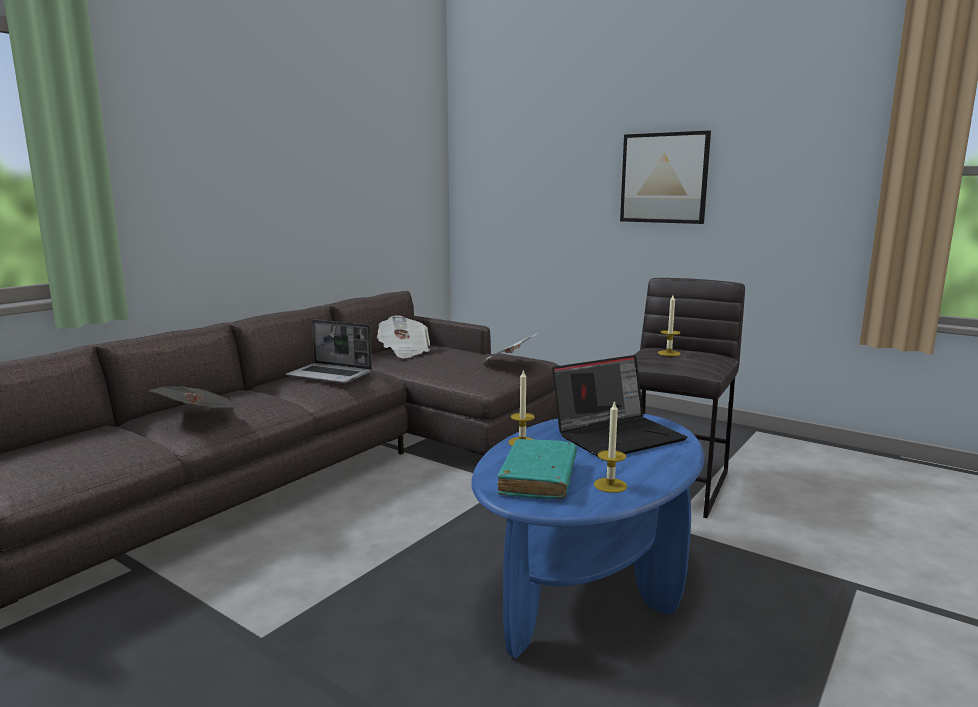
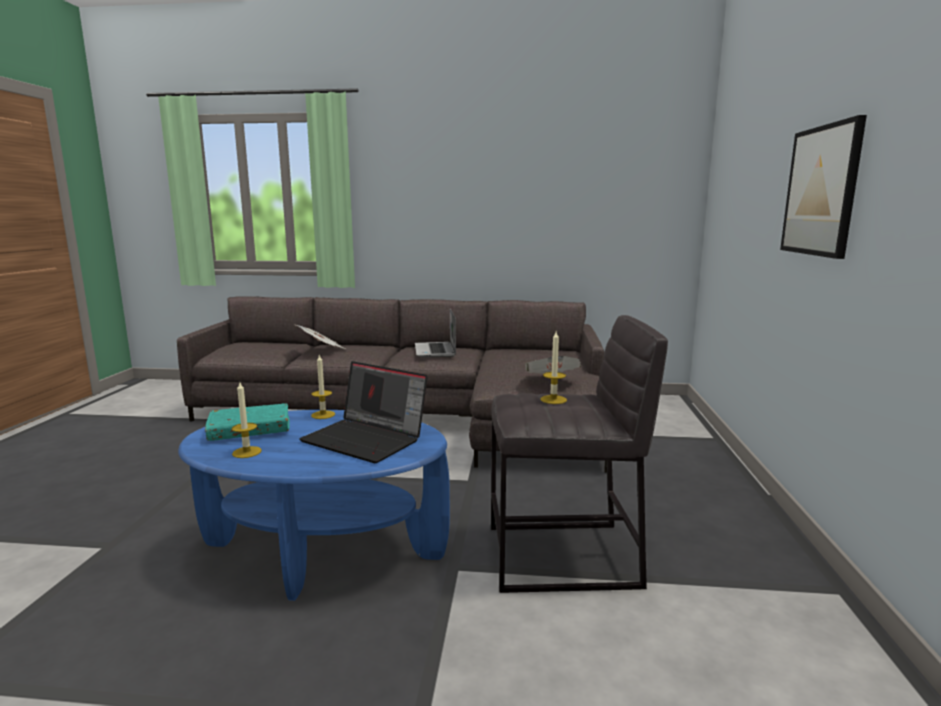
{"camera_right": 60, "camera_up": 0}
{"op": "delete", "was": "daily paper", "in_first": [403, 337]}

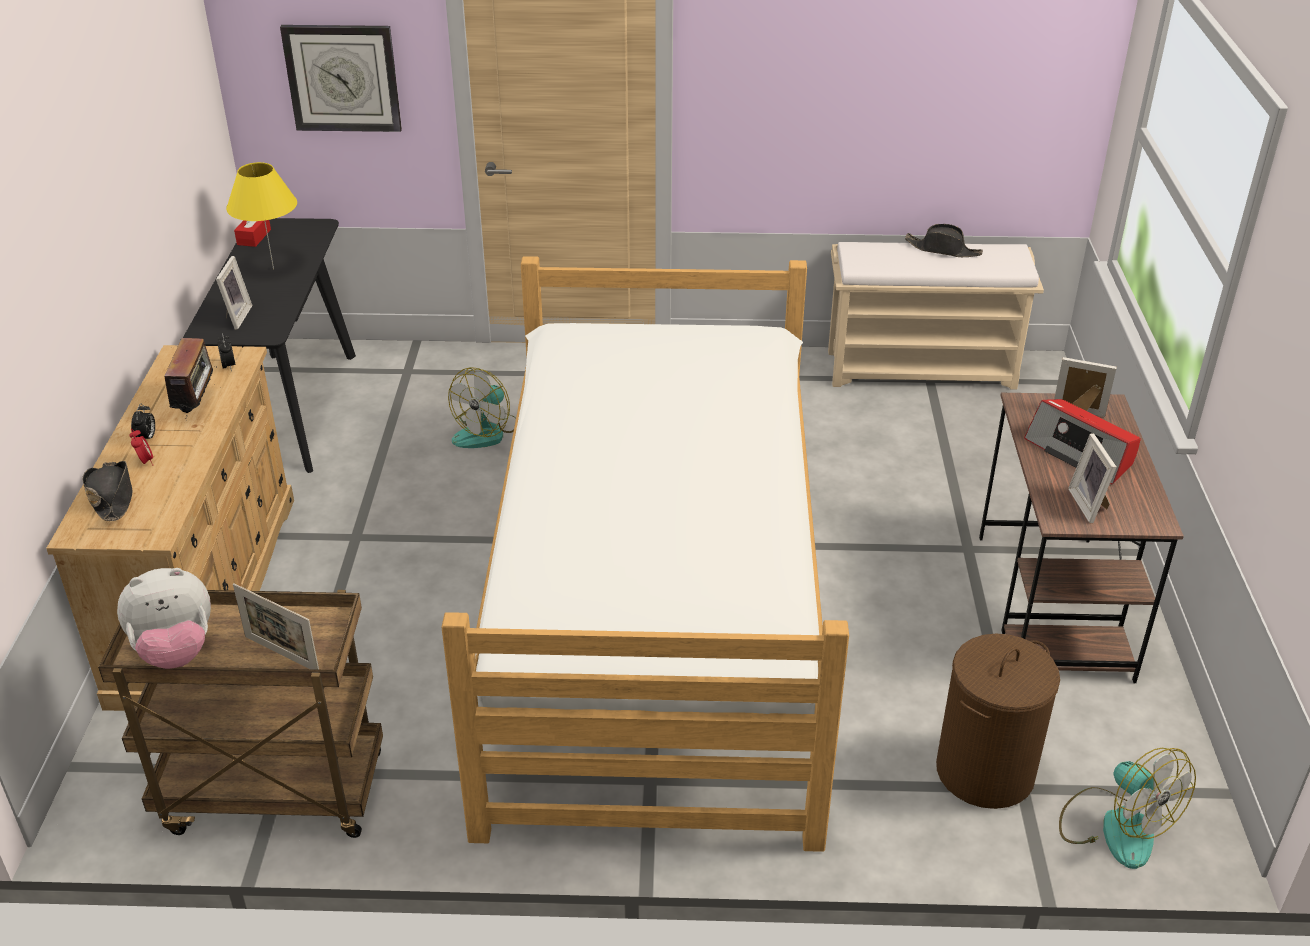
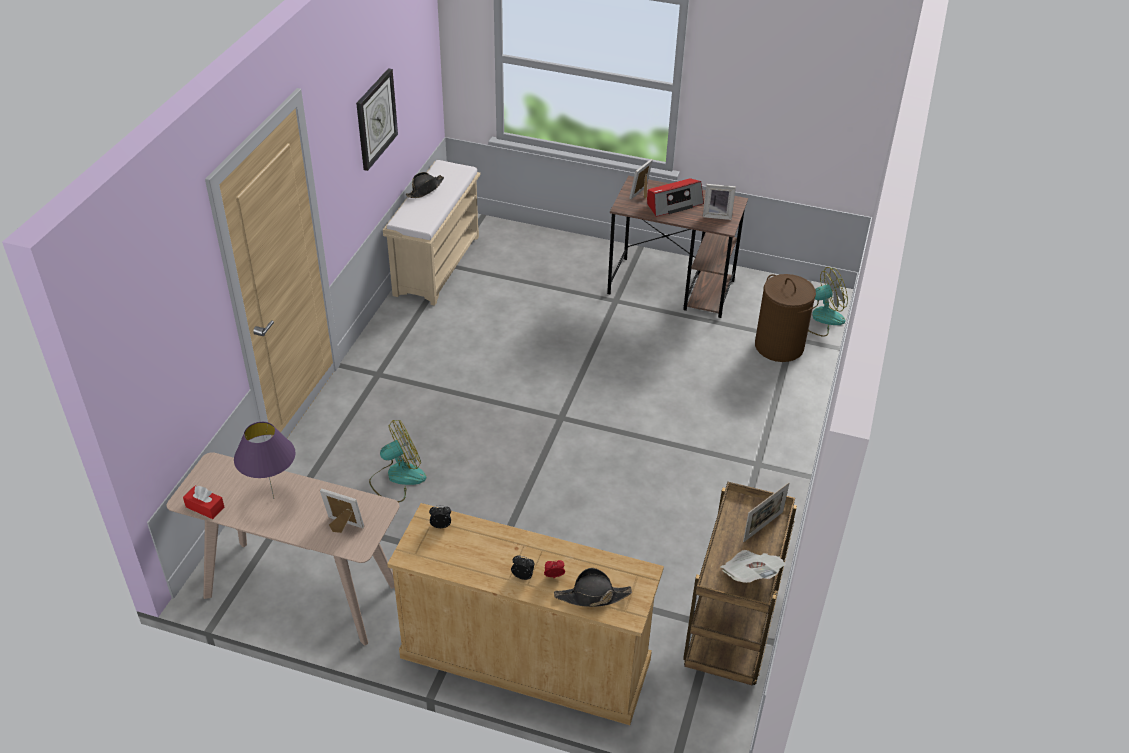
{"camera_right": -75, "camera_up": 5}
{"op": "move", "was": "hanging clock", "in_first": [341, 78], "in_second": [377, 119]}
{"op": "recolor", "was": "yellowish lamp for a table", "now": "purple-coloured lamp for a table", "in_first": [261, 216], "in_second": [265, 460]}
{"op": "recolor", "was": "blackish narrow table", "now": "beige-coloured narrow table", "in_first": [269, 345], "in_second": [283, 549]}
{"op": "delete", "was": "bedroom bed", "in_first": [645, 554]}
{"op": "delete", "was": "radio receiver", "in_first": [190, 379]}
{"op": "rotate", "was": "fan", "in_first": [482, 407], "in_second": [397, 461], "clockwise": -75}
{"op": "replace", "was": "cuddly toy", "now": "daily paper", "in_first": [164, 618], "in_second": [753, 566]}

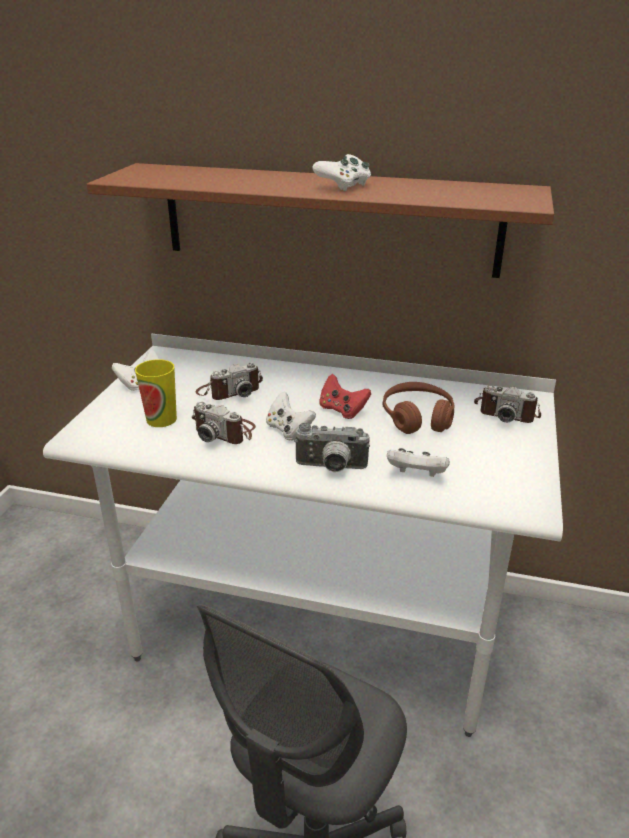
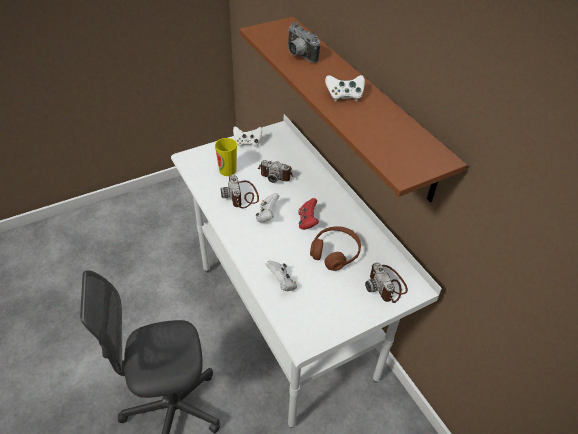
{"camera_right": 45, "camera_up": 15}
{"op": "move", "was": "still camera", "in_first": [332, 447], "in_second": [304, 42]}

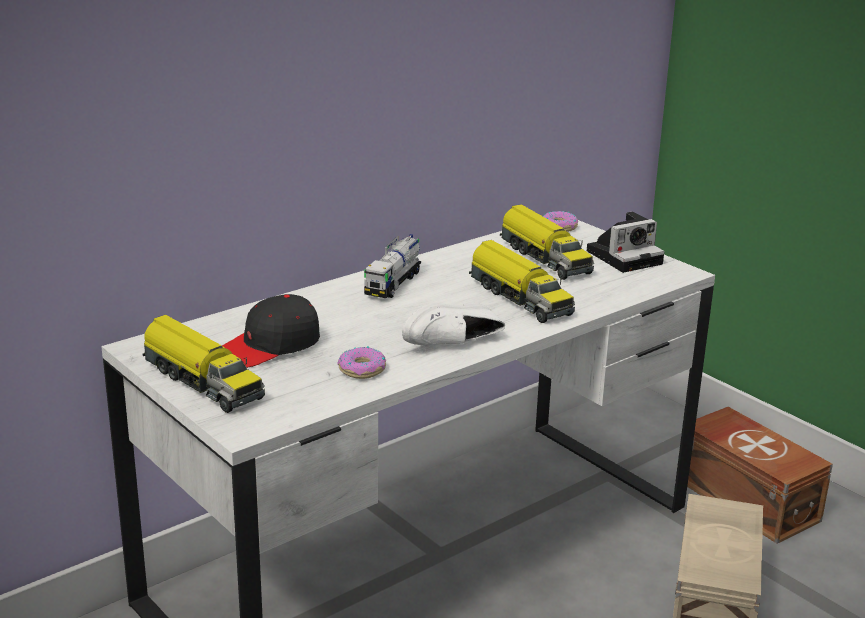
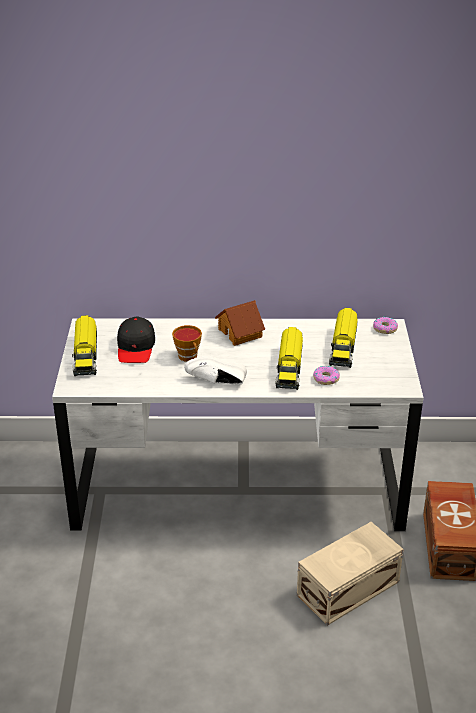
{"camera_right": 40, "camera_up": 10}
{"op": "delete", "was": "still camera", "in_first": [626, 242]}
{"op": "replace", "was": "toy truck", "now": "model house", "in_first": [392, 266], "in_second": [240, 323]}
{"op": "rotate", "was": "blackish baseball cap", "in_first": [271, 331], "in_second": [136, 339], "clockwise": -90}
{"op": "move", "was": "doughnut", "in_first": [361, 362], "in_second": [326, 375]}
{"op": "insert", "now": "cup", "in_second": [187, 343]}

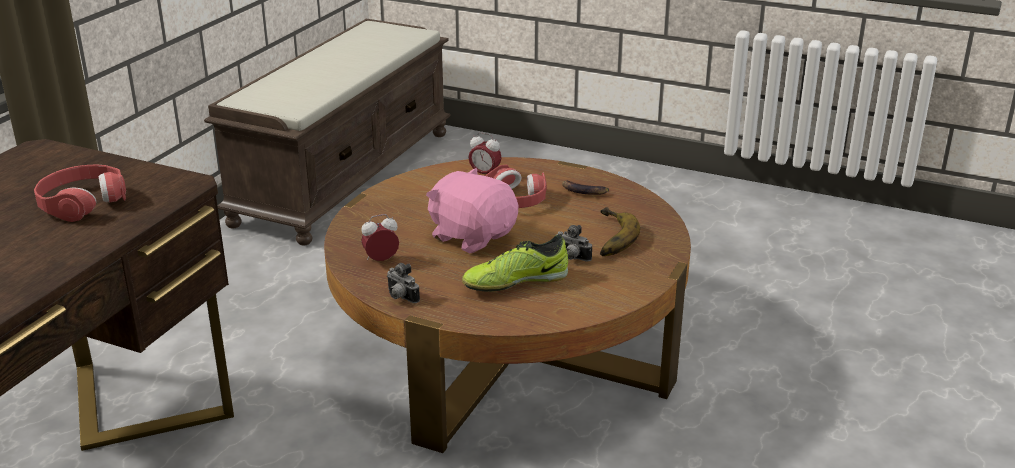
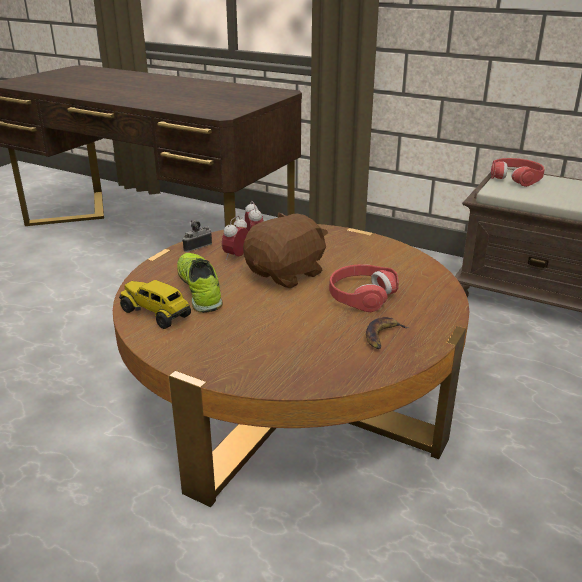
{"camera_right": 95, "camera_up": 0}
{"op": "move", "was": "bedside clock", "in_first": [485, 153], "in_second": [235, 238]}
{"op": "move", "was": "red-coloured pair of headphones", "in_first": [80, 193], "in_second": [518, 172]}
{"op": "recolor", "was": "pinkish cuddly toy", "now": "brown-coloured cuddly toy", "in_first": [472, 210], "in_second": [285, 251]}
{"op": "delete", "was": "whole banana", "in_first": [620, 231]}
{"op": "delete", "was": "still camera", "in_first": [574, 243]}
{"op": "insert", "now": "toy truck", "in_second": [155, 304]}

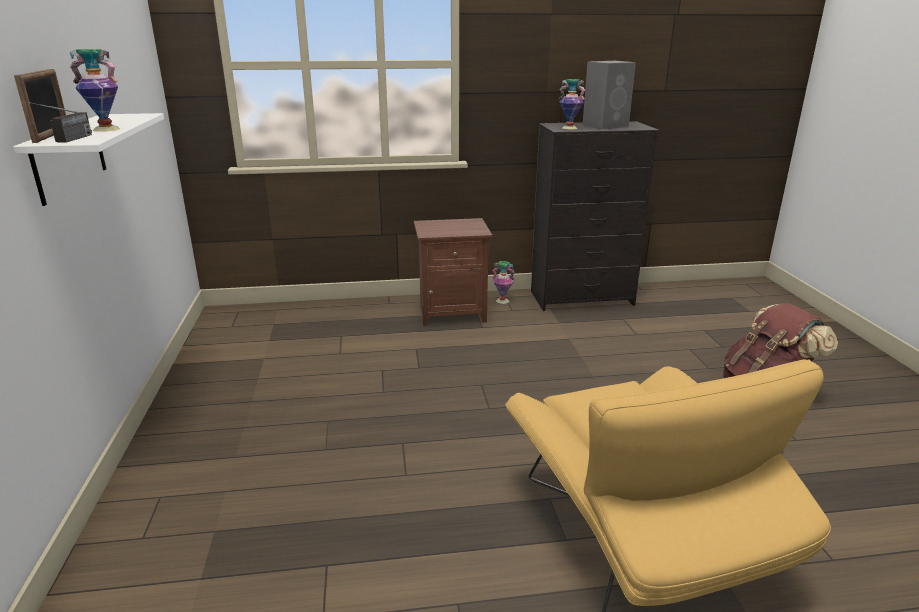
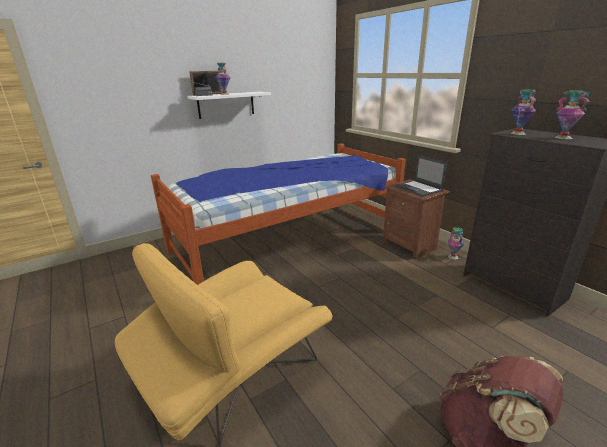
{"camera_right": 65, "camera_up": 0}
{"op": "replace", "was": "greyish loudspeaker", "now": "flower vase", "in_first": [609, 95], "in_second": [571, 115]}
{"op": "insert", "now": "bedroom bed", "in_second": [278, 214]}
{"op": "insert", "now": "notebook computer", "in_second": [421, 176]}

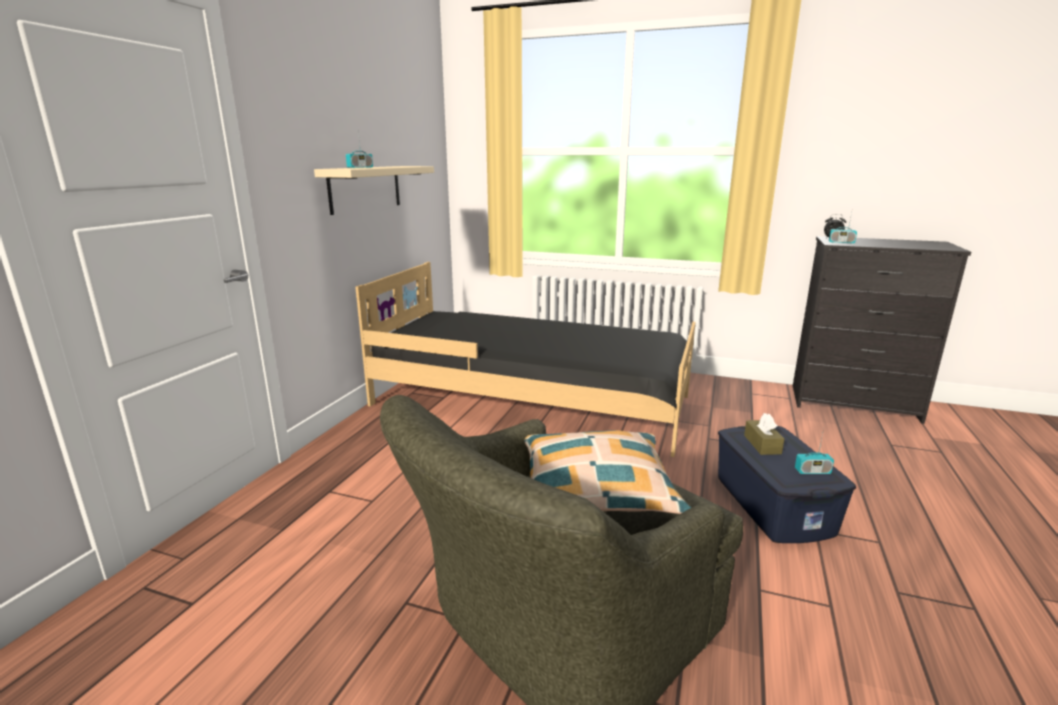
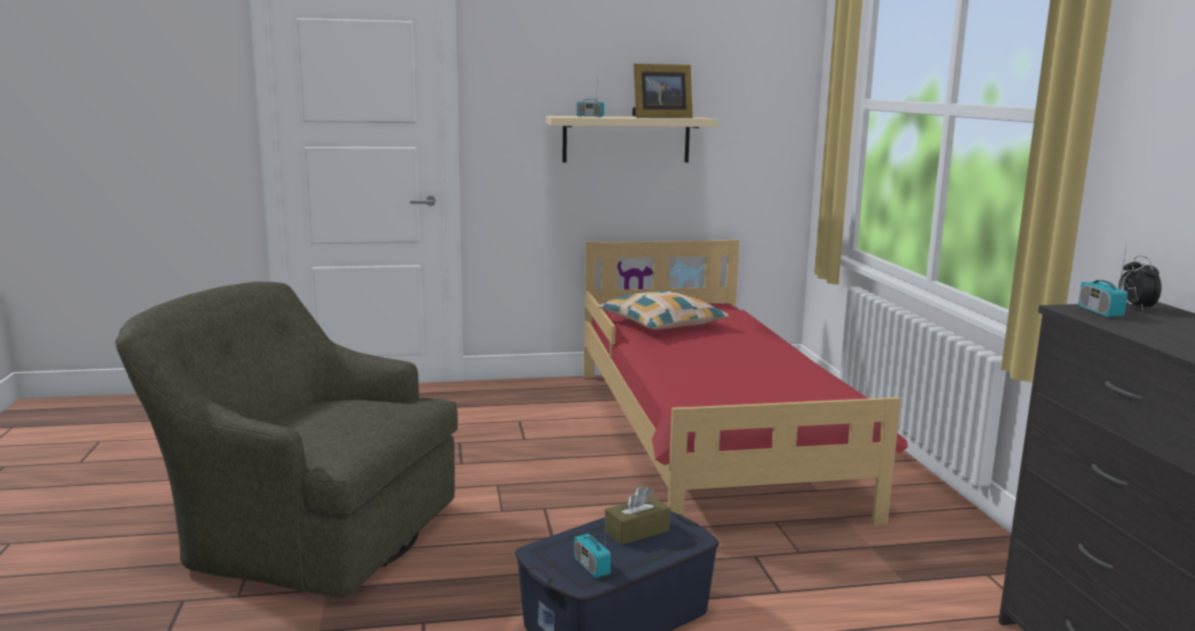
{"camera_right": 60, "camera_up": -5}
{"op": "recolor", "was": "blackish bedroom bed", "now": "red-coloured bedroom bed", "in_first": [525, 359], "in_second": [746, 382]}
{"op": "move", "was": "throw pillow", "in_first": [607, 472], "in_second": [663, 310]}
{"op": "insert", "now": "picture frame", "in_second": [662, 91]}

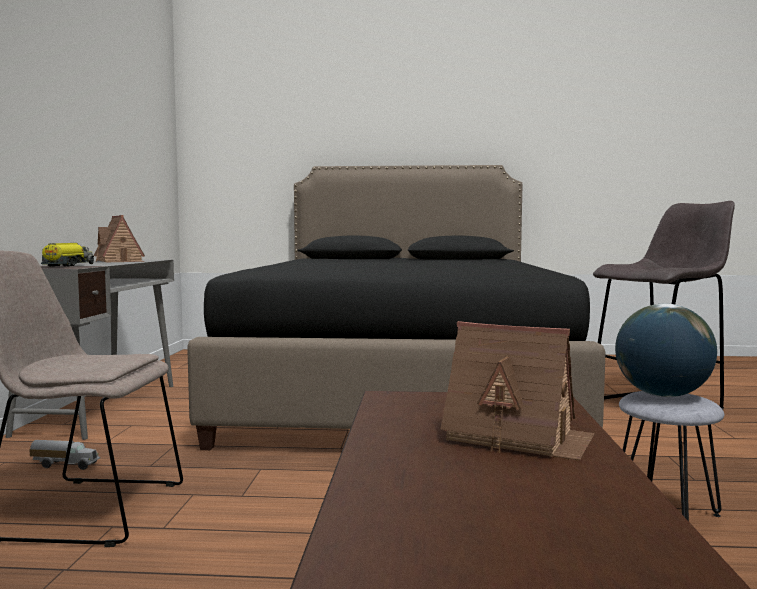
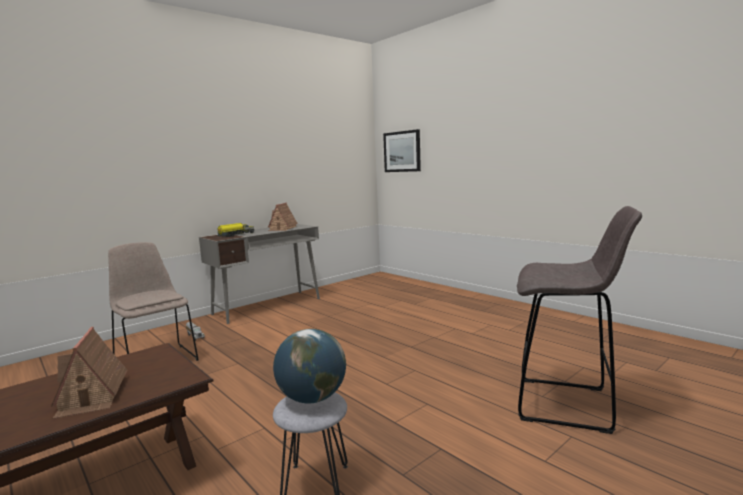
{"camera_right": 45, "camera_up": 5}
{"op": "delete", "was": "blackish bedroom bed", "in_first": [396, 307]}
{"op": "insert", "now": "picture", "in_second": [402, 150]}

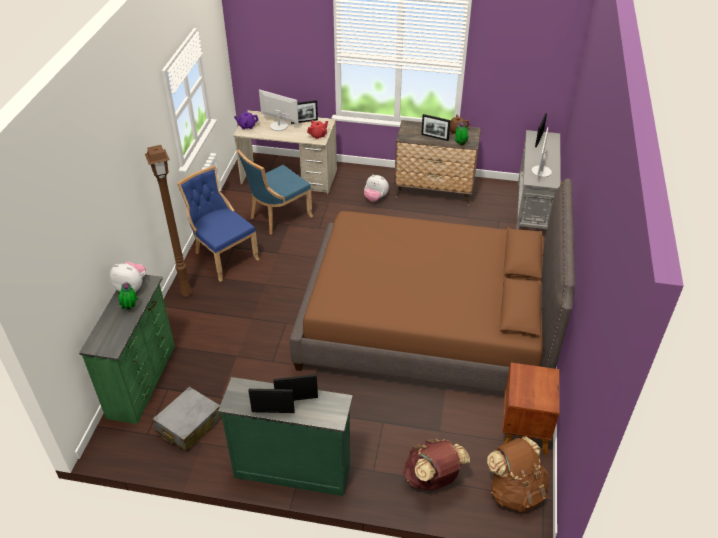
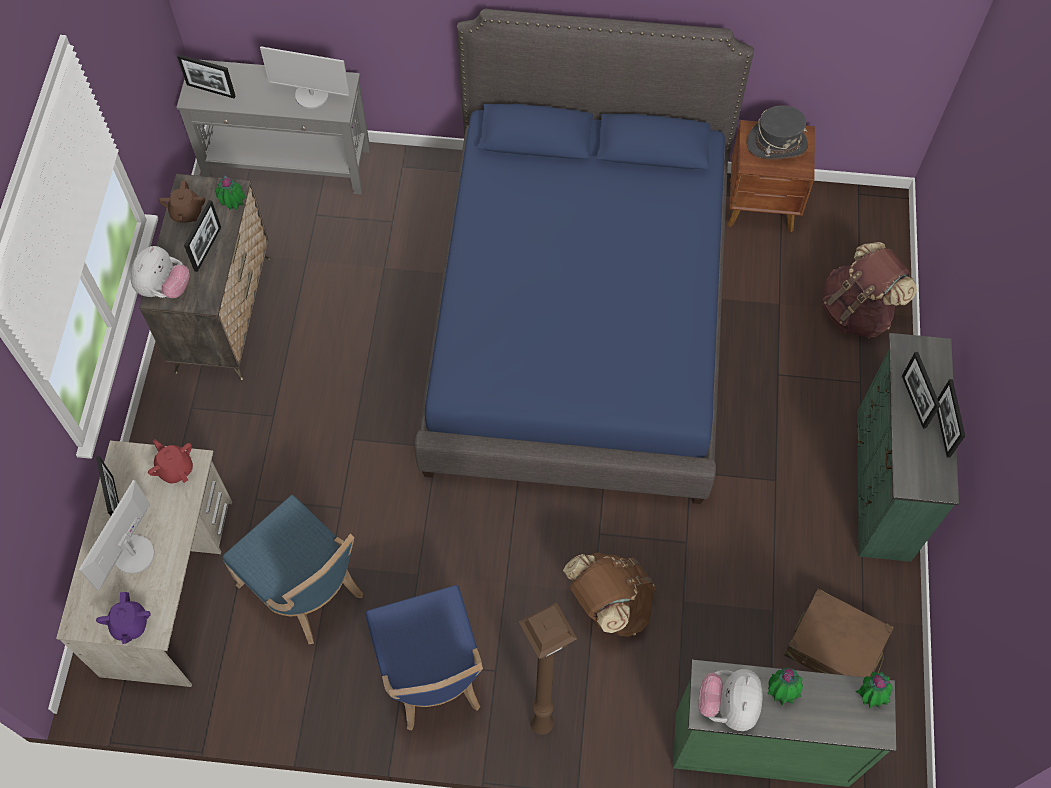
{"camera_right": -95, "camera_up": 20}
{"op": "rotate", "was": "bluish upright chair", "in_first": [218, 224], "in_second": [424, 658], "clockwise": -60}
{"op": "move", "was": "cuddly toy", "in_first": [376, 188], "in_second": [160, 272]}
{"op": "recolor", "was": "brown-coloured bedroom bed", "now": "bluish bedroom bed", "in_first": [432, 286], "in_second": [584, 256]}
{"op": "recolor", "was": "greyish travel case", "now": "brown-coloured travel case", "in_first": [187, 419], "in_second": [839, 633]}
{"op": "move", "was": "brown-coloured rucksack", "in_first": [518, 474], "in_second": [609, 594]}
{"op": "insert", "now": "greyish hat", "in_second": [777, 132]}
{"op": "insert", "now": "houseplant", "in_second": [874, 690]}

